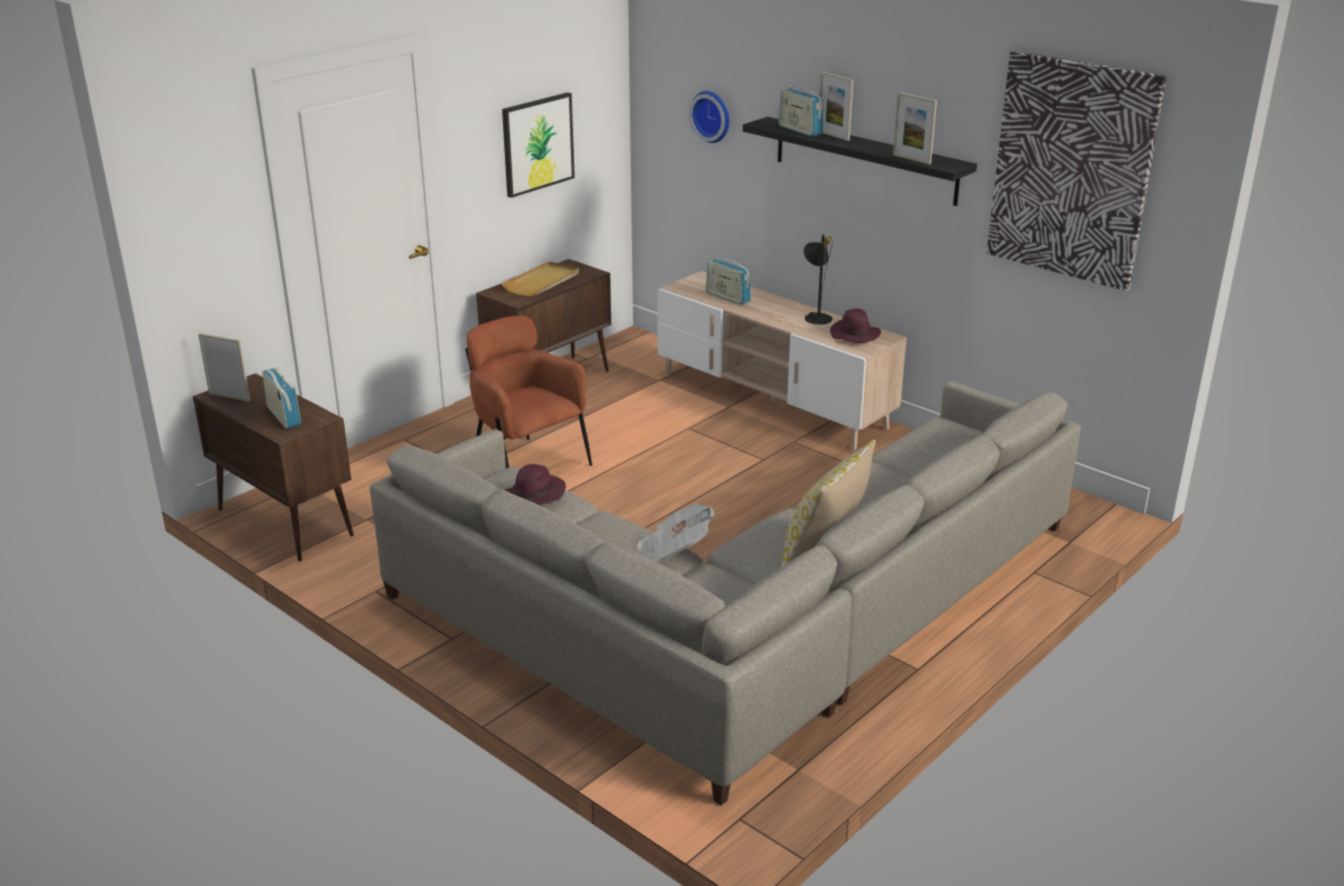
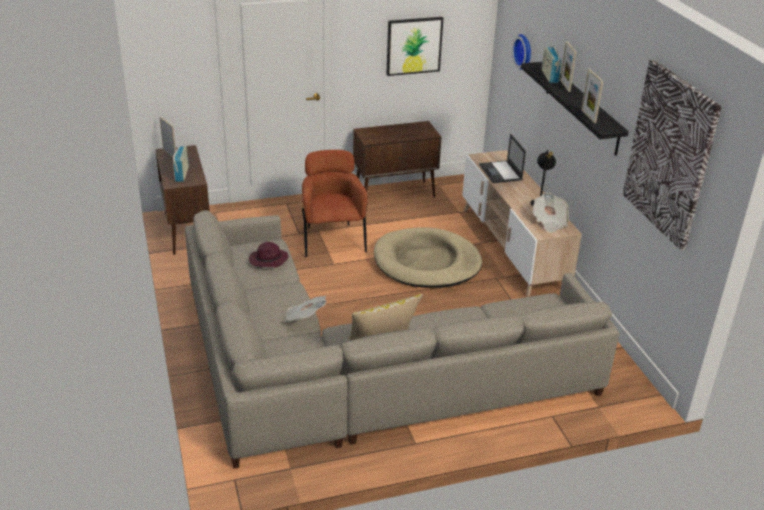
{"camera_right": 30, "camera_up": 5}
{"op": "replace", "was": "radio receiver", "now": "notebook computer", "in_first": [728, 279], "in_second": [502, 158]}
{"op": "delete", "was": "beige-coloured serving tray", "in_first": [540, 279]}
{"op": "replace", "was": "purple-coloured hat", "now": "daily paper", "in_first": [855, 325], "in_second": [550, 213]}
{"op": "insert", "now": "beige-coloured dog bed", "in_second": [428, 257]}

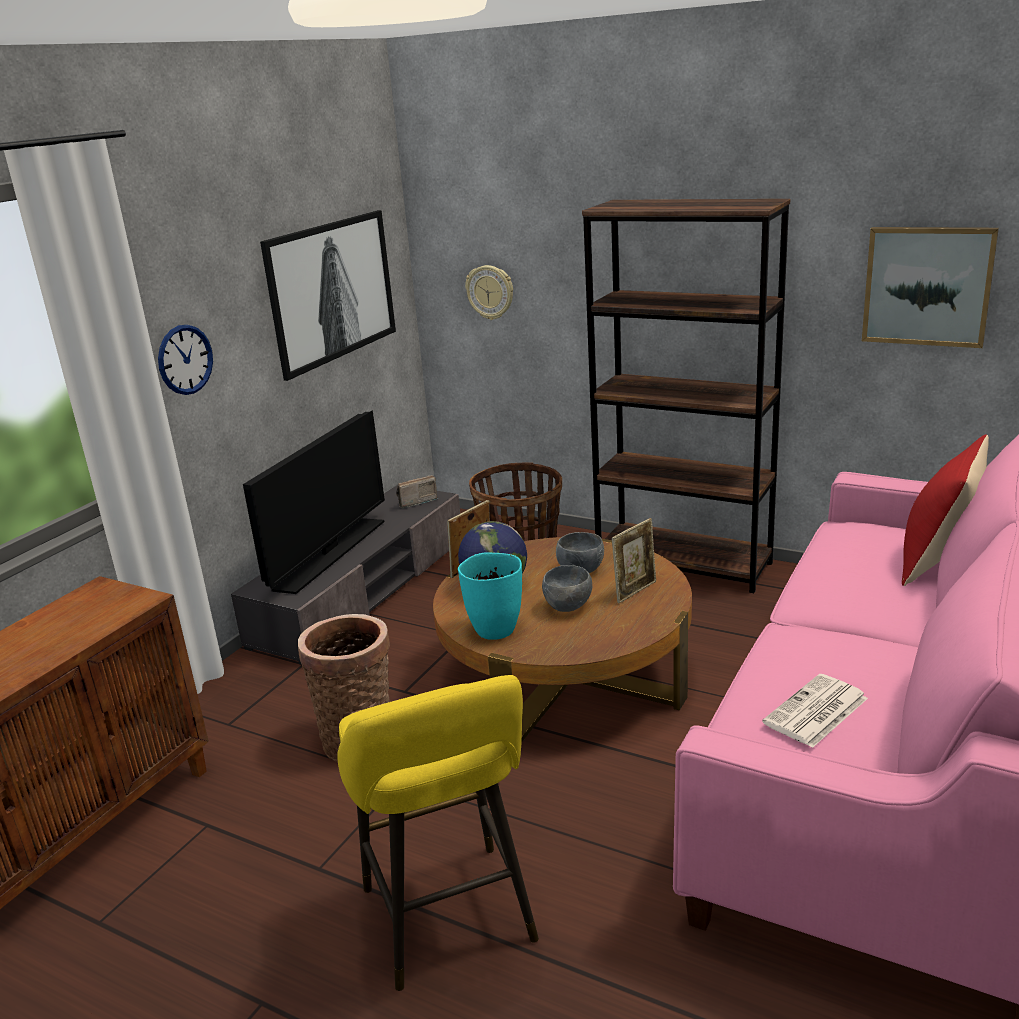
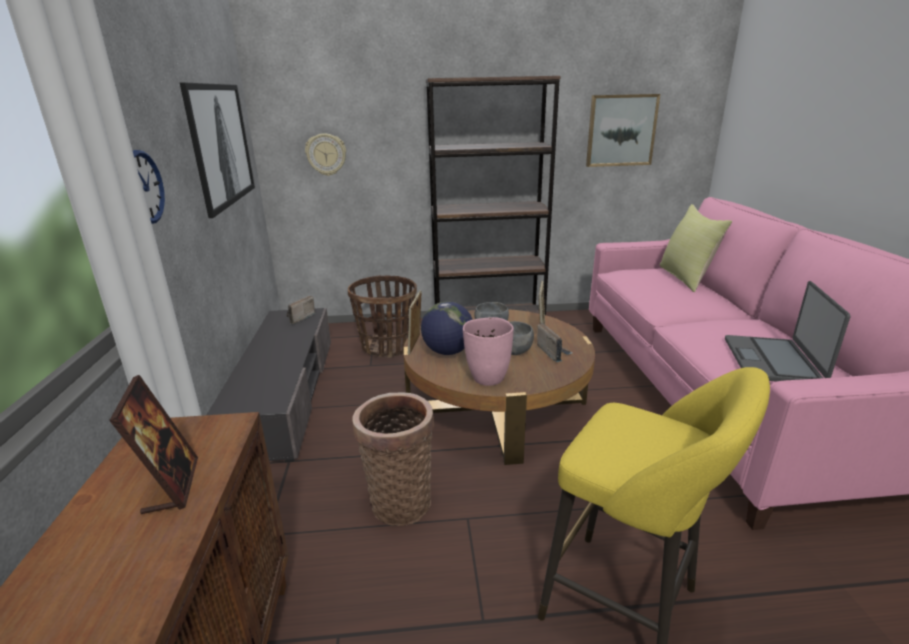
{"camera_right": -35, "camera_up": 0}
{"op": "delete", "was": "TV set", "in_first": [314, 502]}
{"op": "recolor", "was": "red-coloured throw pillow", "now": "yellowish throw pillow", "in_first": [945, 510], "in_second": [696, 248]}
{"op": "recolor", "was": "turquoise flower vase", "now": "pinkish flower vase", "in_first": [490, 596], "in_second": [488, 351]}
{"op": "replace", "was": "daily paper", "now": "notebook computer", "in_first": [815, 711], "in_second": [787, 331]}
{"op": "insert", "now": "radio receiver", "in_second": [554, 342]}
{"op": "insert", "now": "picture frame", "in_second": [153, 444]}

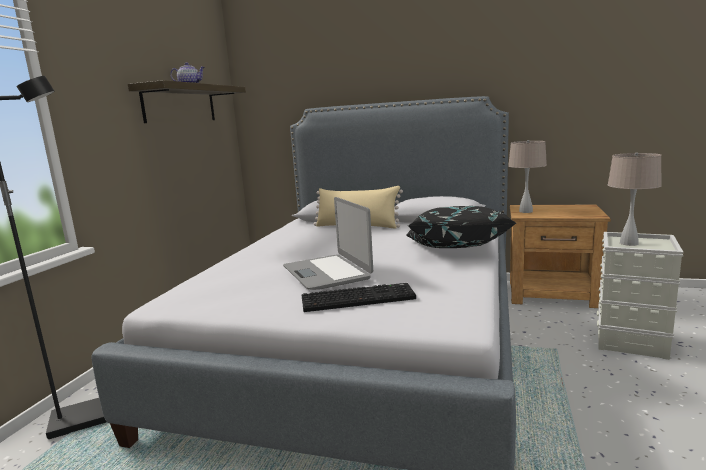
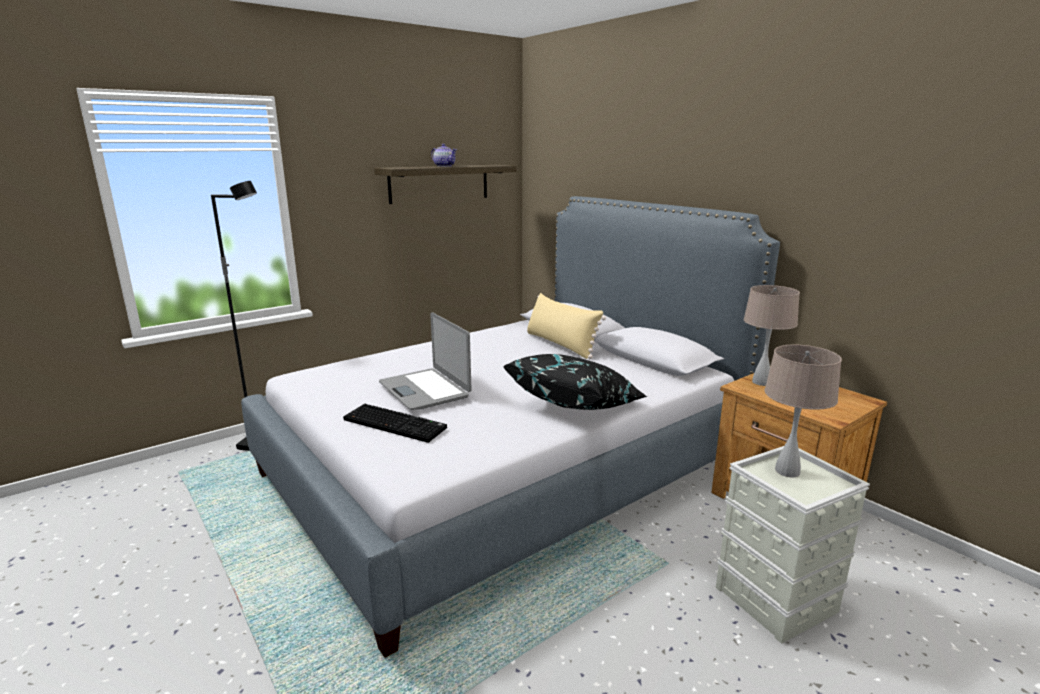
{"camera_right": 35, "camera_up": 5}
{"op": "rotate", "was": "notebook computer", "in_first": [328, 243], "in_second": [425, 361], "clockwise": -45}

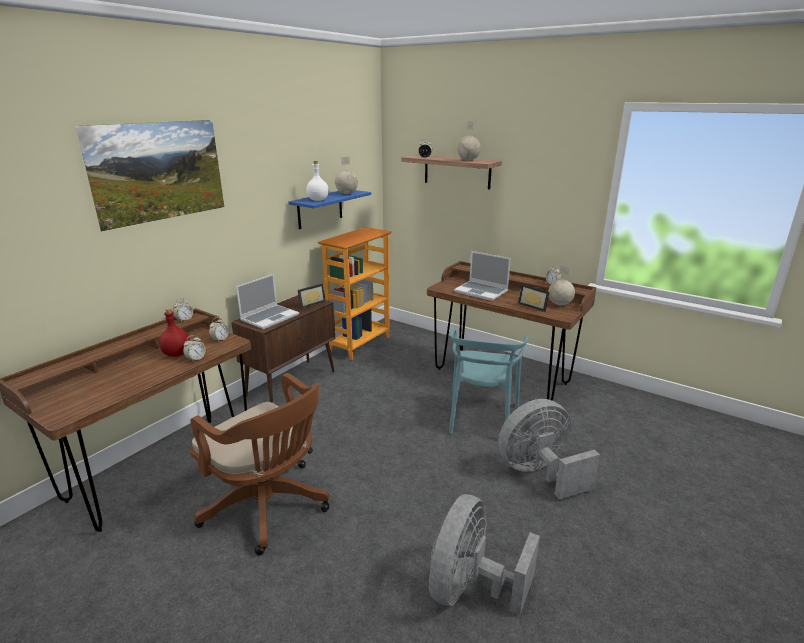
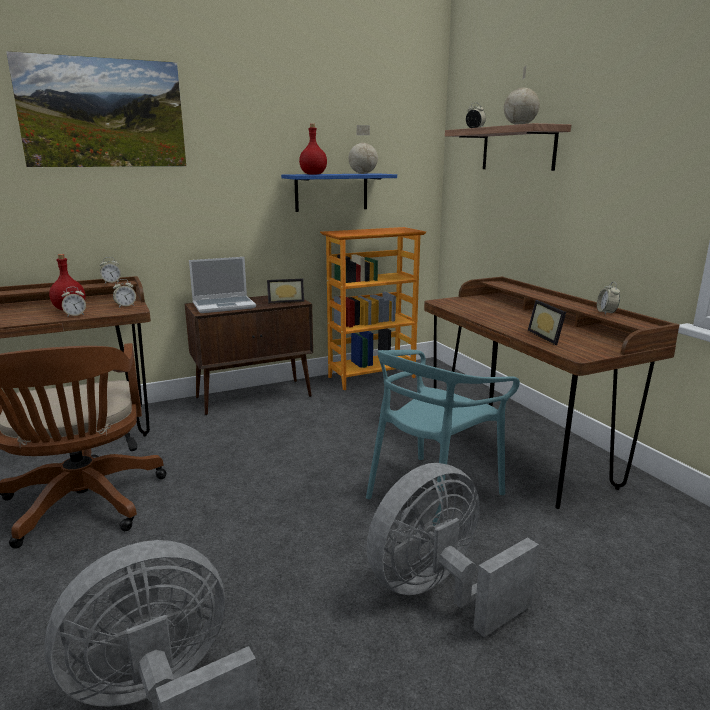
{"camera_right": 30, "camera_up": -5}
{"op": "recolor", "was": "whitish drink bottle", "now": "red-coloured drink bottle", "in_first": [317, 181], "in_second": [313, 149]}
{"op": "delete", "was": "notebook computer", "in_first": [482, 276]}
{"op": "delete", "was": "desk globe", "in_first": [561, 285]}
{"op": "rotate", "was": "greyish fan", "in_first": [549, 449], "in_second": [453, 550], "clockwise": -45}

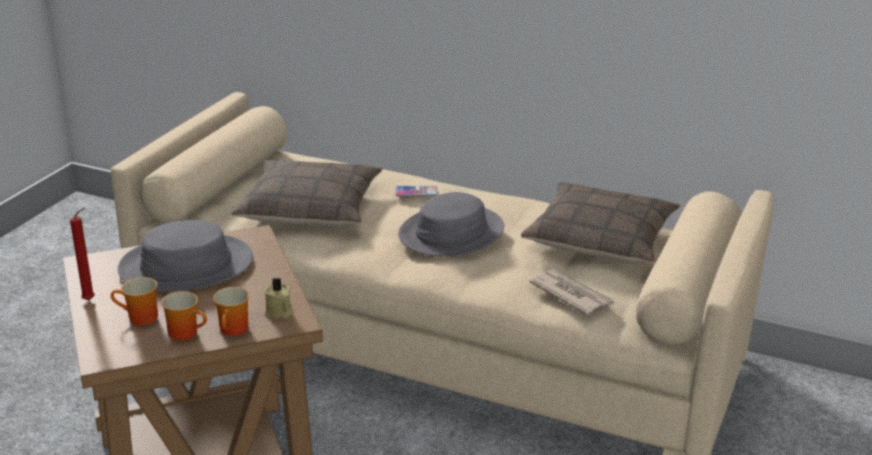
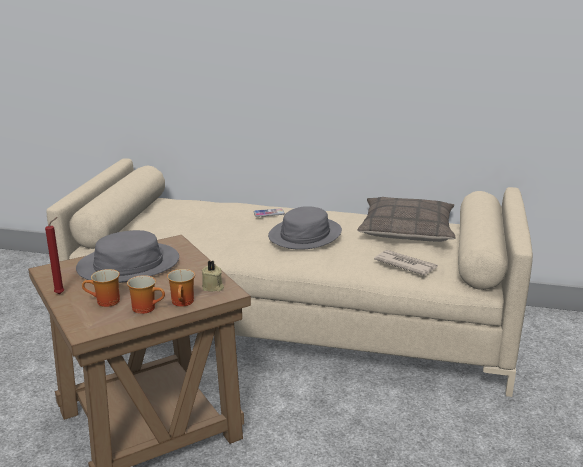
{"camera_right": -10, "camera_up": -5}
{"op": "delete", "was": "throw pillow", "in_first": [307, 193]}

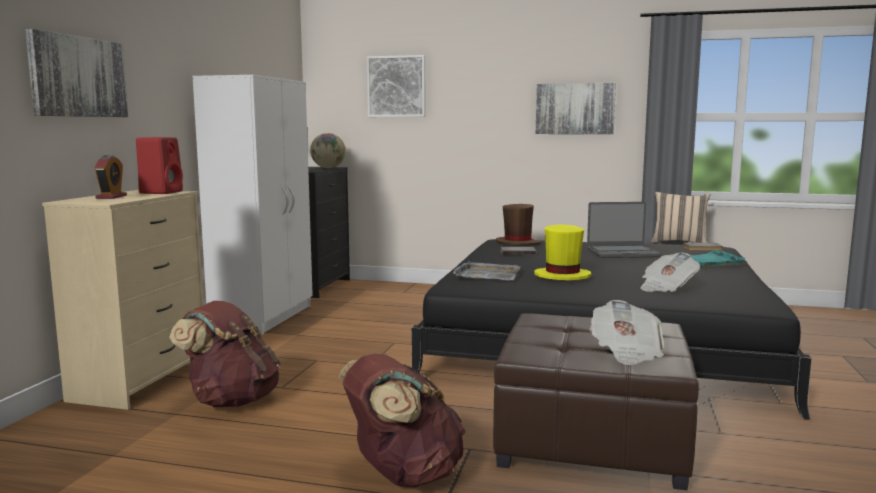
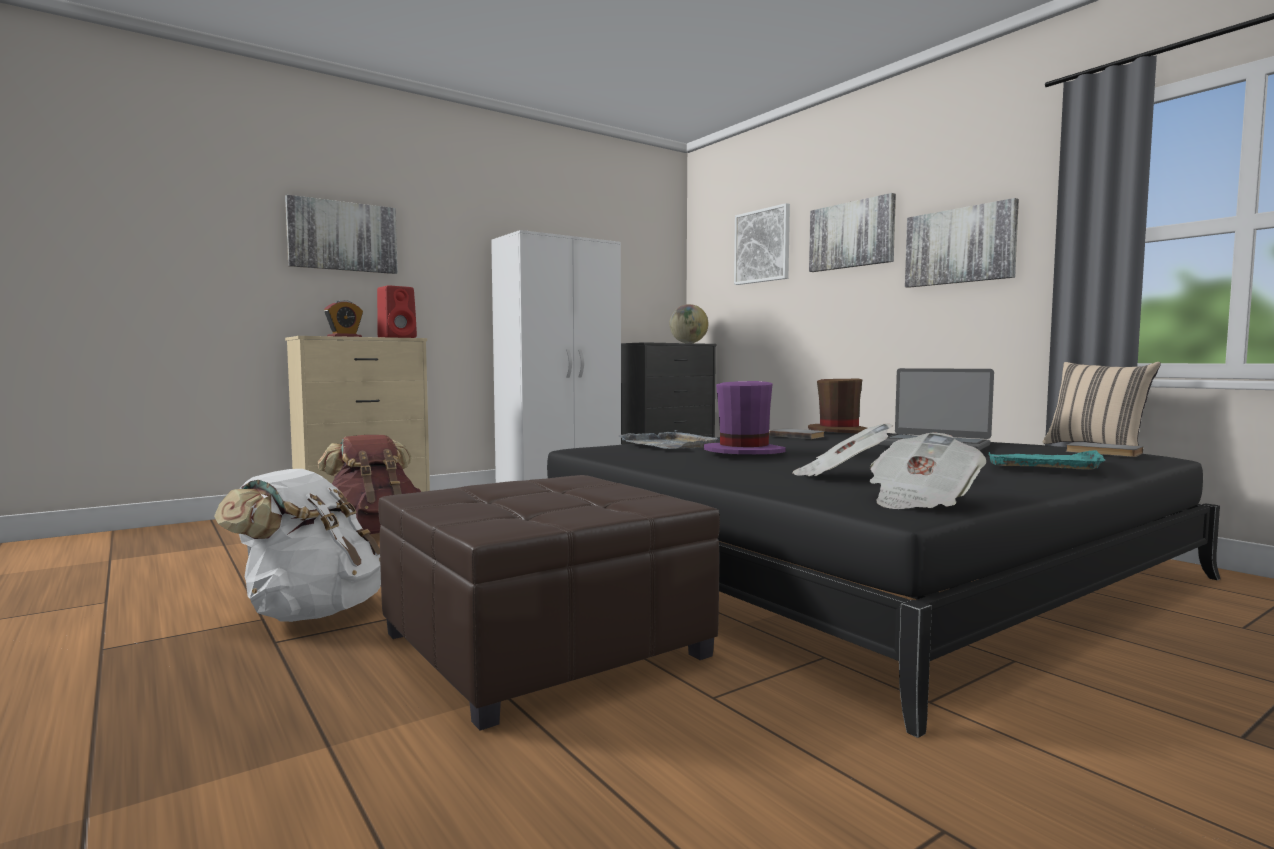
{"camera_right": 40, "camera_up": -5}
{"op": "recolor", "was": "yellowish hat", "now": "purple-coloured hat", "in_first": [562, 252], "in_second": [745, 417]}
{"op": "move", "was": "daily paper", "in_first": [627, 332], "in_second": [927, 471]}
{"op": "recolor", "was": "brown-coloured rucksack", "now": "whitish rucksack", "in_first": [402, 421], "in_second": [297, 545]}
{"op": "insert", "now": "picture", "in_second": [852, 232]}

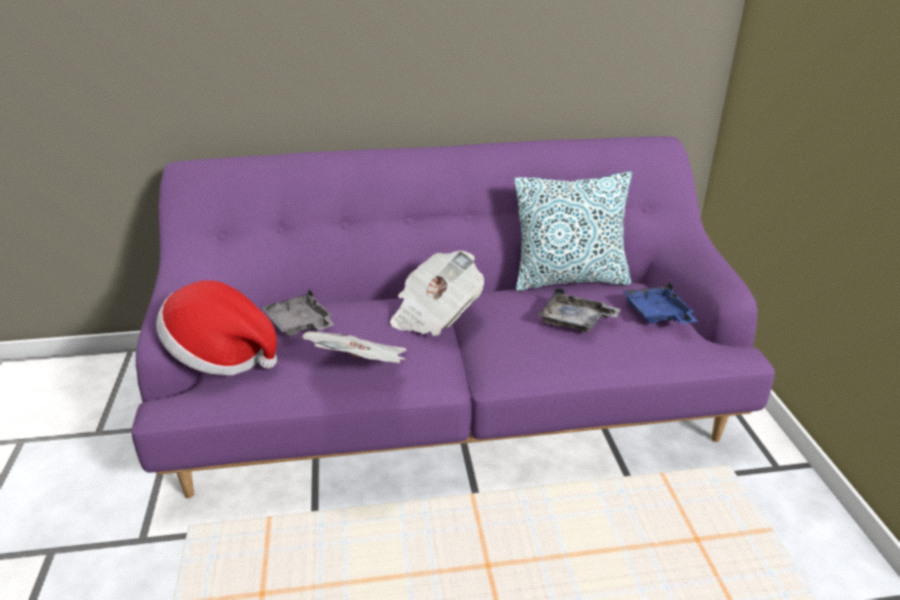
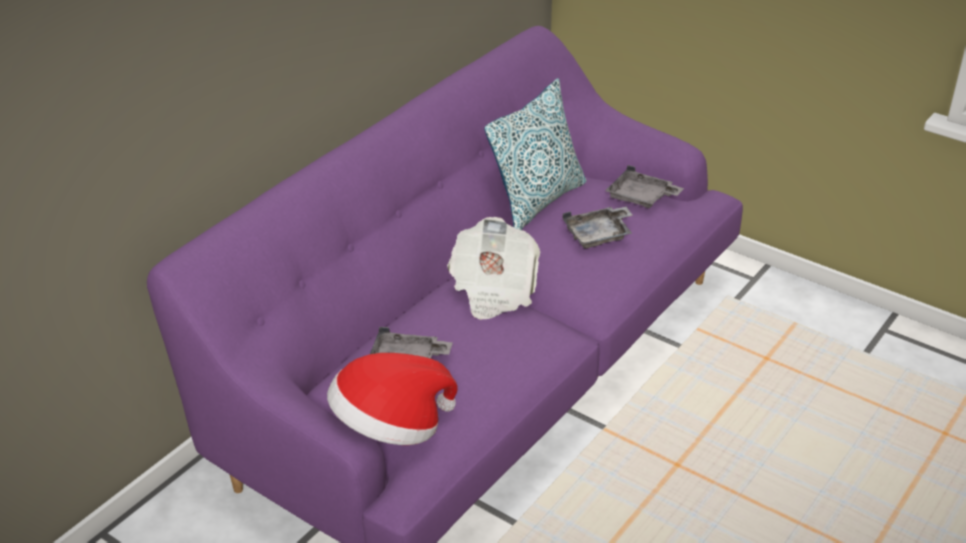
{"camera_right": -45, "camera_up": 5}
{"op": "recolor", "was": "bluish serving tray", "now": "greyish serving tray", "in_first": [660, 303], "in_second": [644, 186]}
{"op": "delete", "was": "daily paper", "in_first": [354, 347]}

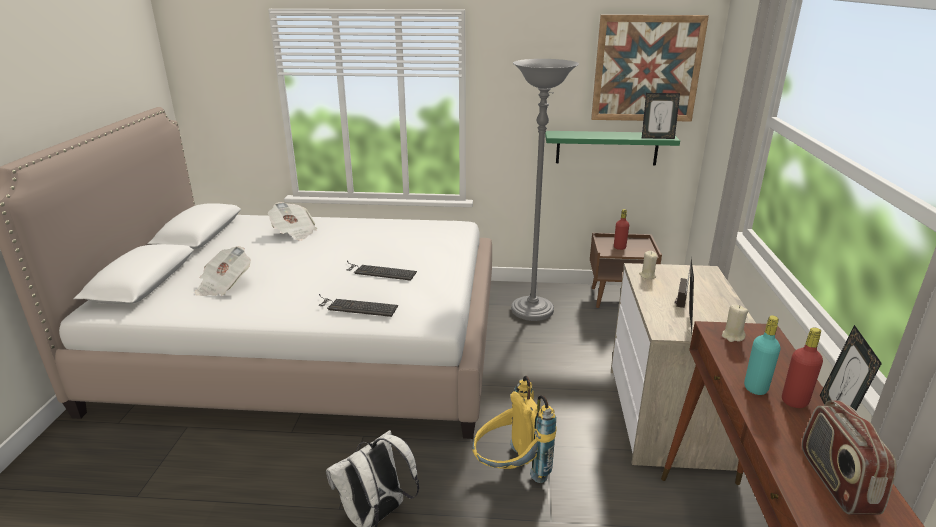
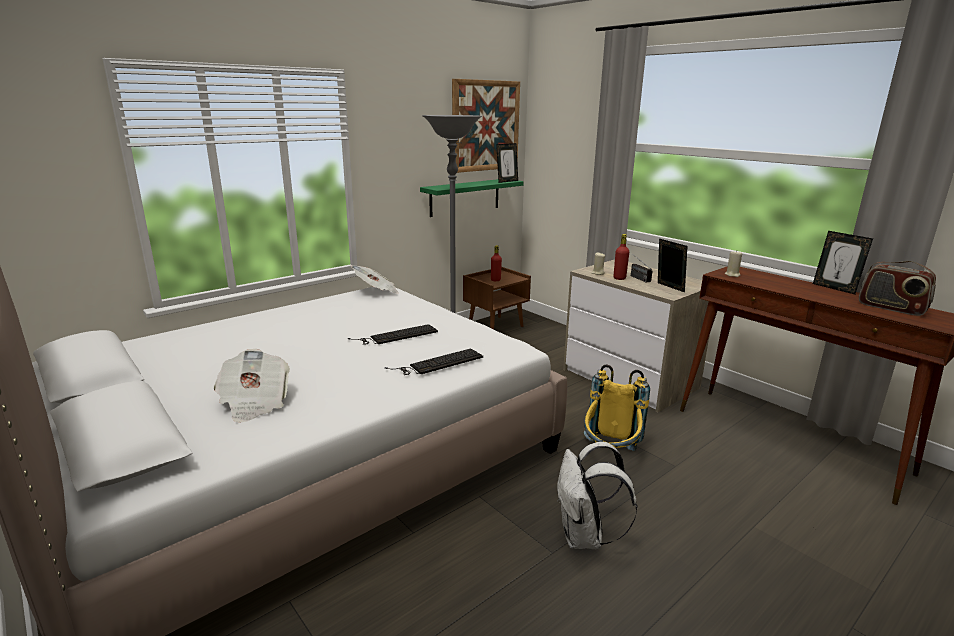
{"camera_right": -45, "camera_up": -5}
{"op": "move", "was": "daily paper", "in_first": [292, 221], "in_second": [375, 279]}
{"op": "delete", "was": "turquoise drink bottle", "in_first": [762, 355]}
{"op": "move", "was": "red-coloured drink bottle", "in_first": [802, 368], "in_second": [621, 257]}

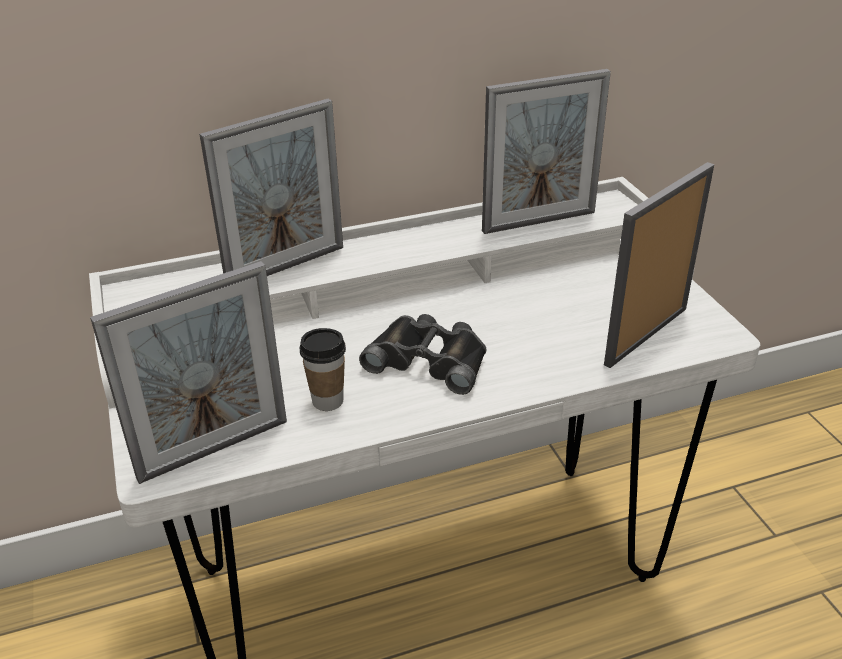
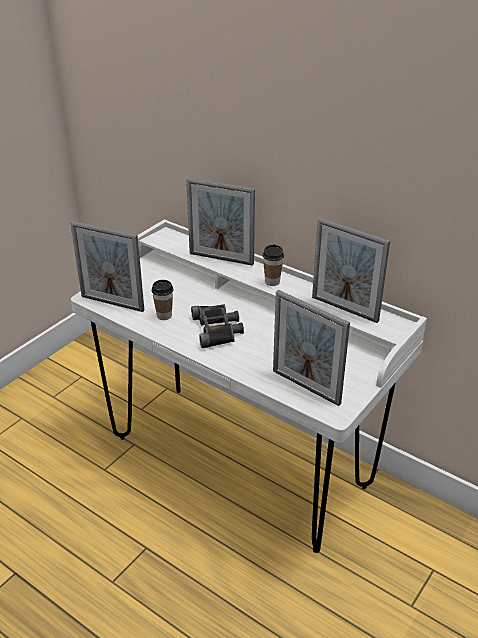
{"camera_right": 55, "camera_up": 0}
{"op": "rotate", "was": "picture frame", "in_first": [659, 265], "in_second": [311, 348], "clockwise": -150}
{"op": "insert", "now": "cup", "in_second": [273, 265]}

